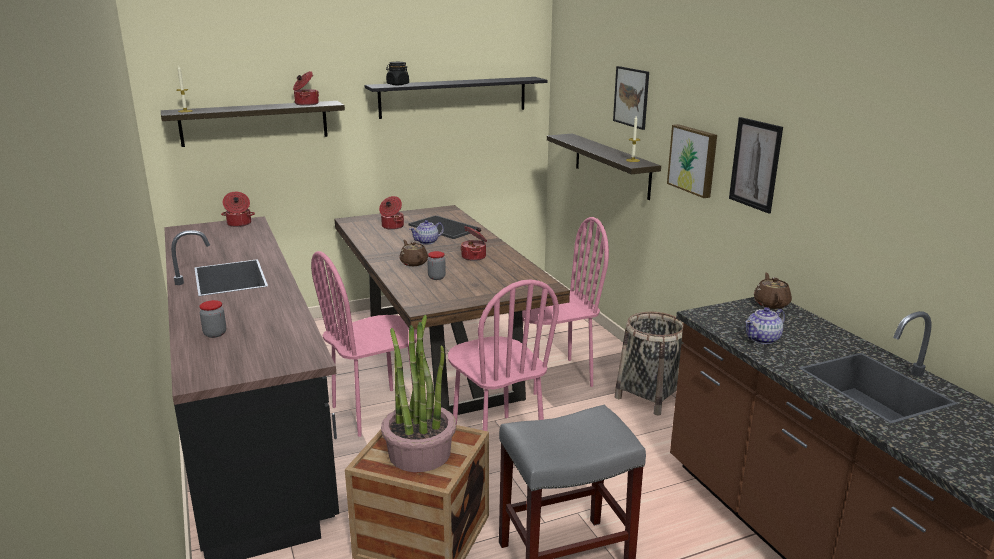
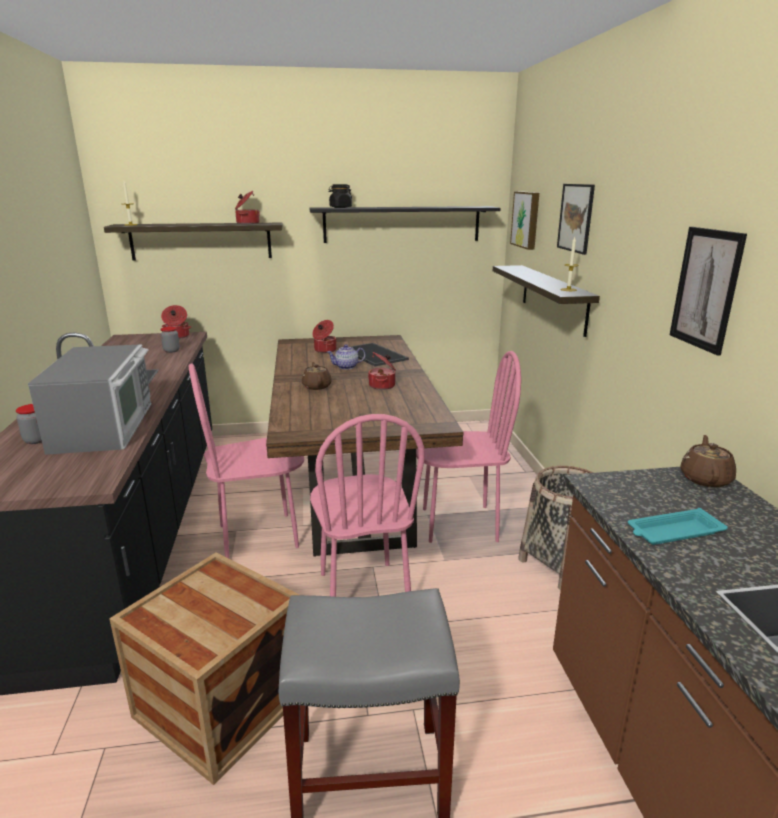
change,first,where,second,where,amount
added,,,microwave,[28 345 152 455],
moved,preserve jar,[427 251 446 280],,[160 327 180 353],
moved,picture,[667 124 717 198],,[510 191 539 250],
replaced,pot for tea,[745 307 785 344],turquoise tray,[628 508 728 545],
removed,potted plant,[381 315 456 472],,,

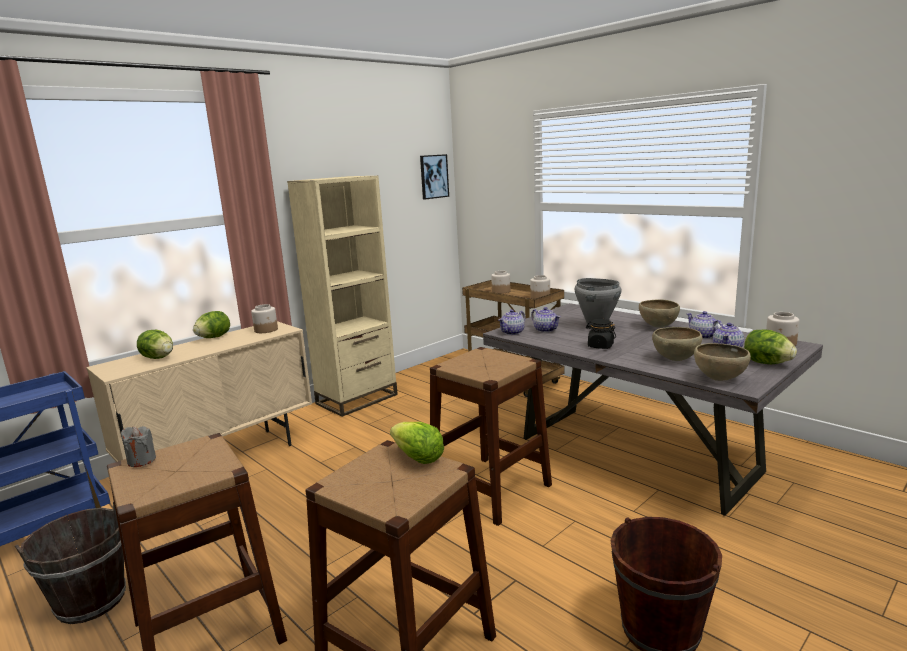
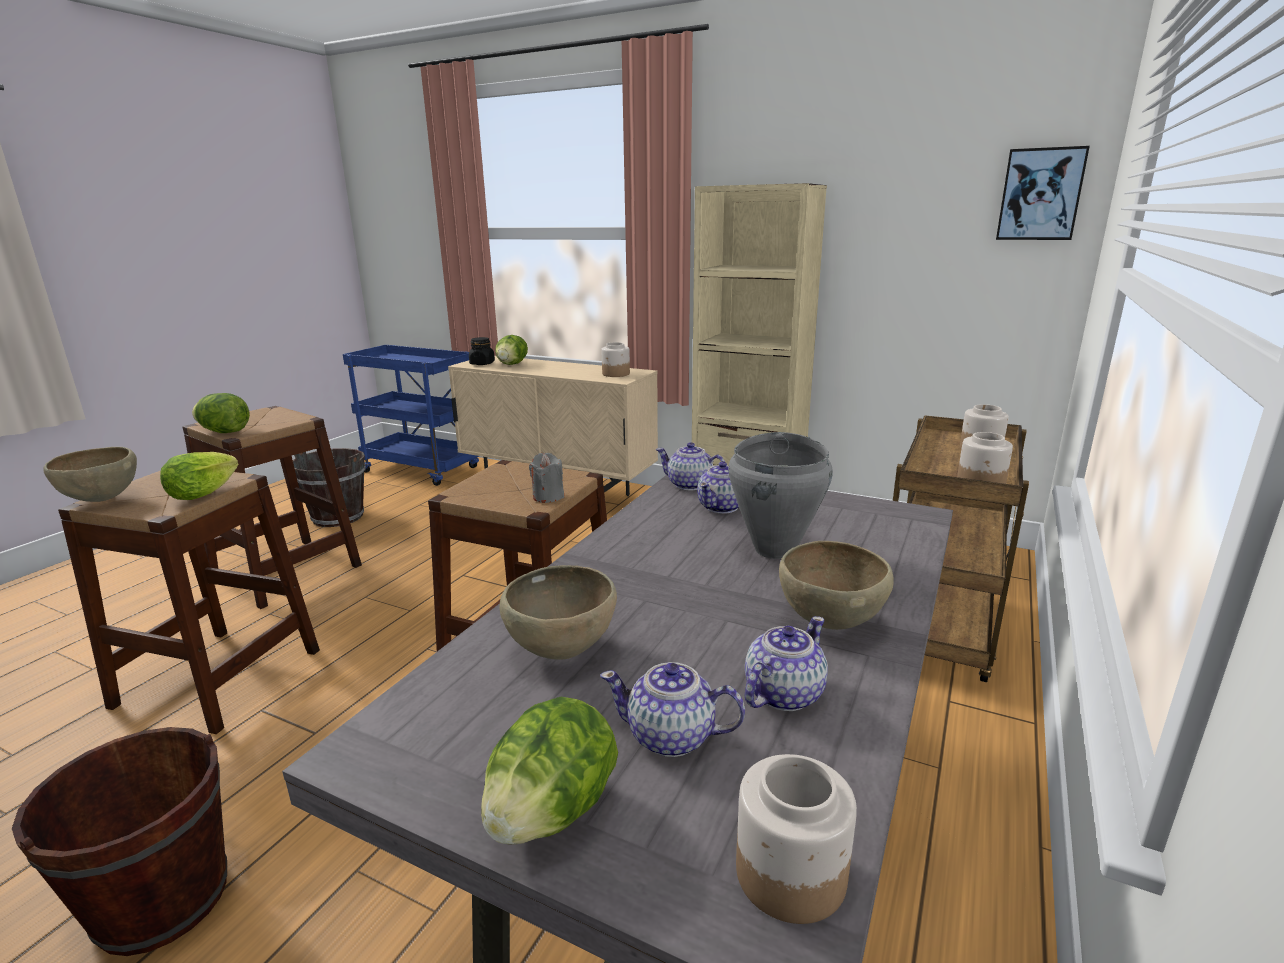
change,first,where,second,where,amount
moved,brown-coloured serving bowl,[694 343 751 381],,[43 447 137 502],
moved,lettuce,[193 311 230 338],,[192 393 250 433],
moved,blackish preserve jar,[586 319 616 349],,[469 337 495 365],
moved,grey wax candle,[121 426 156 467],,[529 453 564 503],

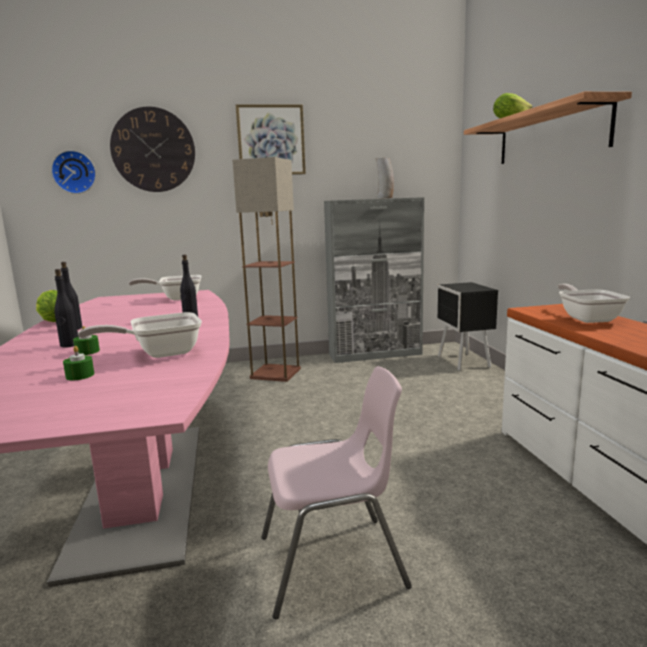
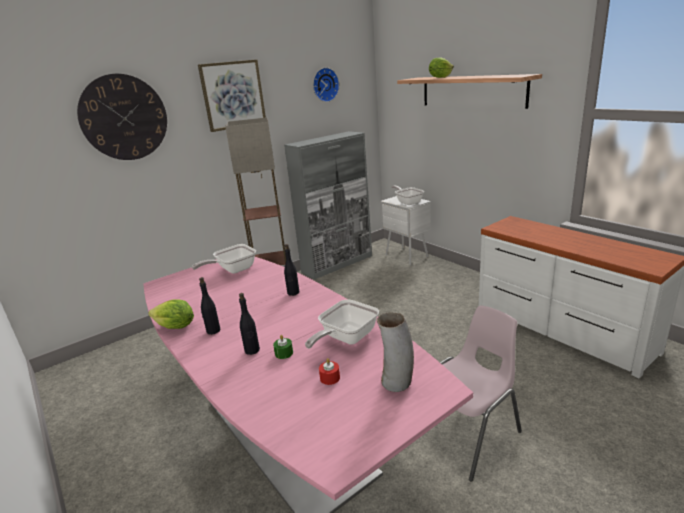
change,first,where,second,where,amount
moved,clock on the wall,[51 150 96 194],,[313 67 339 102],
recoloured,greenish wax candle,[63 346 94 380],reddish wax candle,[319 358 340 385],
moved,decorative vase,[376 158 394 198],,[377 312 414 392],
recoloured,blackish night table,[436 282 498 371],whitish night table,[380 196 431 265],
moved,frying pan,[558 284 630 323],,[391 185 424 205],

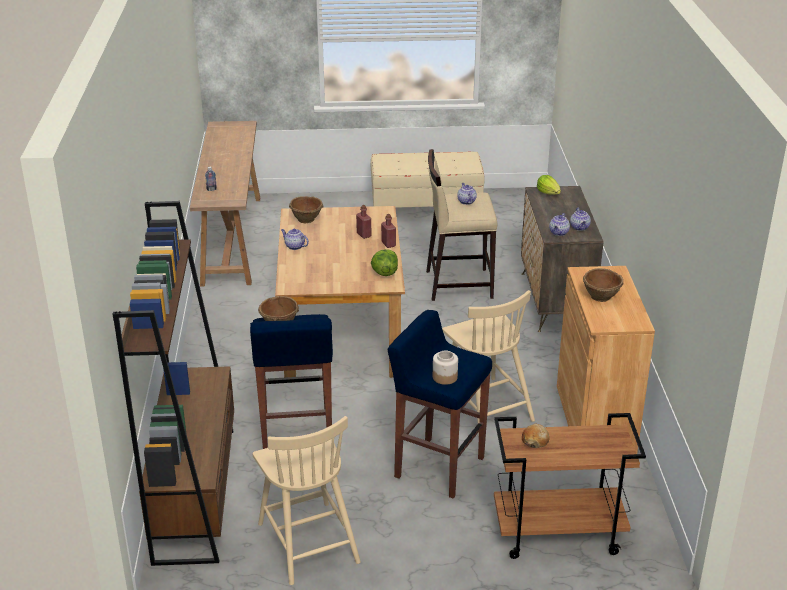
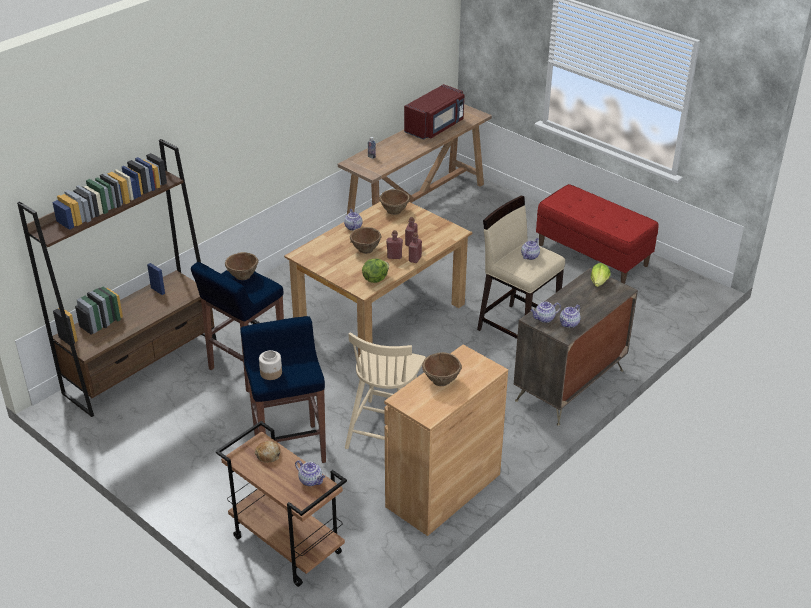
change,first,where,second,where,amount
added,,,pot for tea,[295 460 325 486],
added,,,brown-coloured serving bowl,[350 227 381 254],
added,,,reddish beverage bottle,[386 230 403 259],
added,,,reddish microwave,[404 84 464 140],
recoloured,sand-coloured bench,[371 152 485 208],reddish bench,[536 184 658 284],
removed,sand-coloured chair,[253 416 361 585],,,

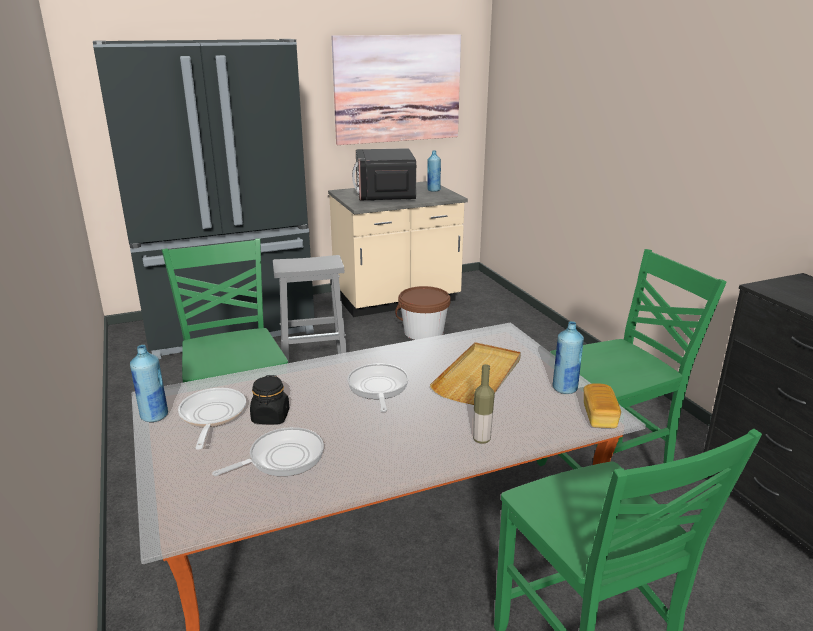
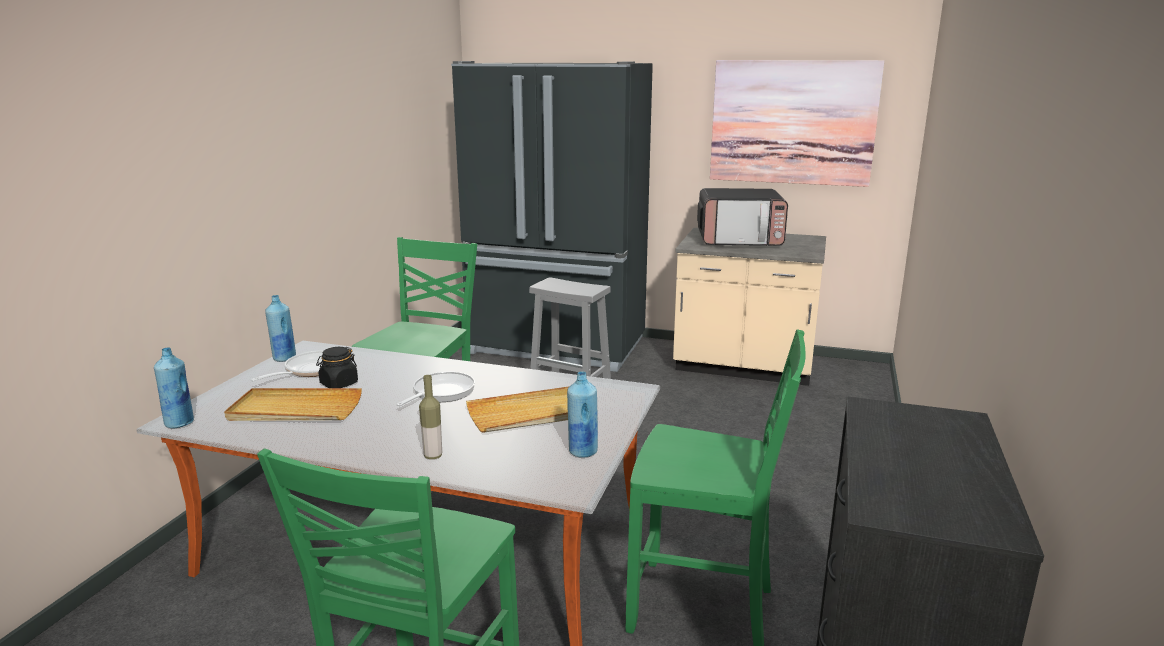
change,first,where,second,where,amount
moved,bluish beverage bottle,[427 151 441 192],,[154 347 194 428],
replaced,frying pan,[212 427 324 476],sand-coloured tray,[224 388 362 421],
turned,microwave,[352 148 416 201],,[697 188 788 246],120 degrees counterclockwise
removed,brown-coloured bucket,[395 286 450 340],,,
removed,baked bread,[584 383 621 428],,,

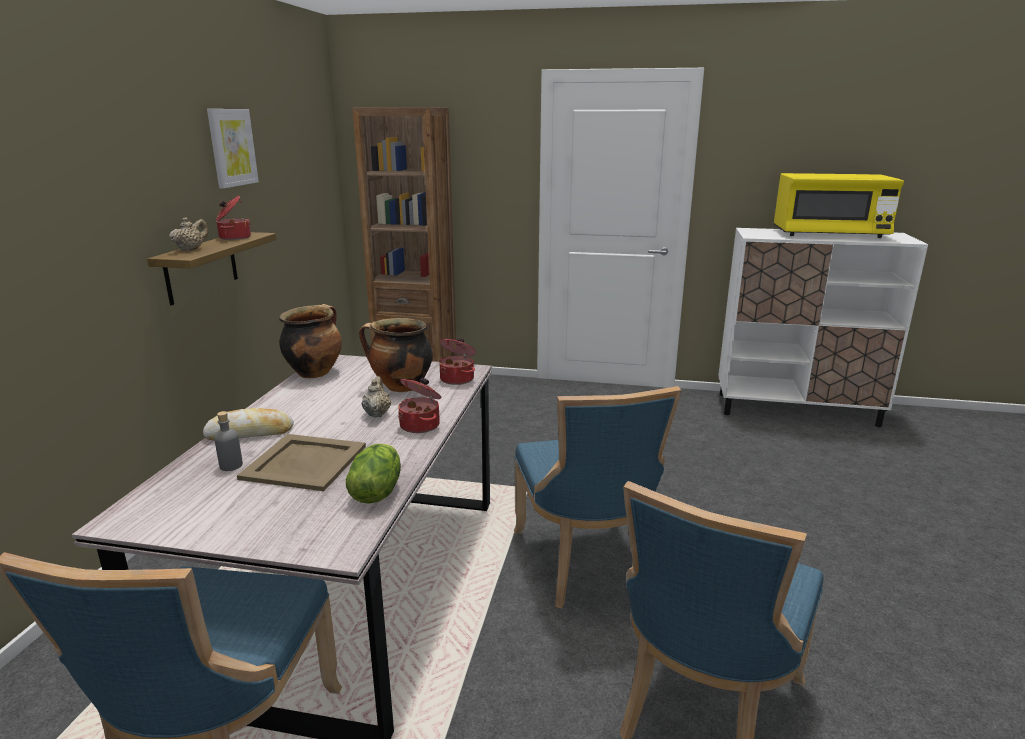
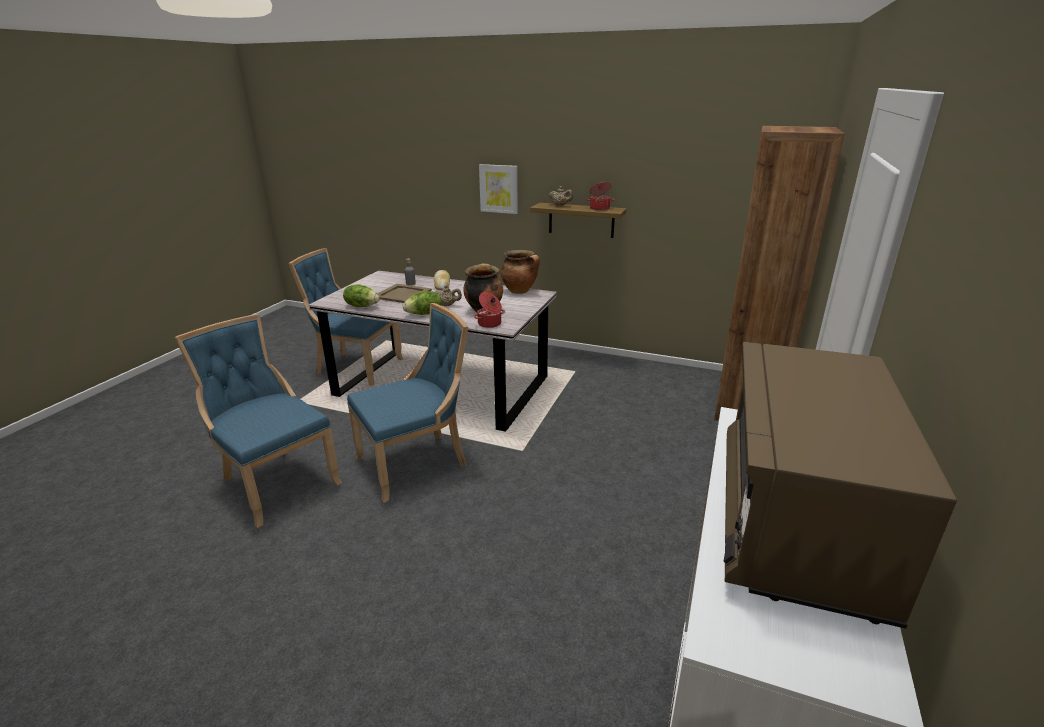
change,first,where,second,where,amount
turned,bluish chair,[514 386 681 609],,[347 303 468 503],150 degrees clockwise
replaced,saucepot,[398 378 441 433],lettuce,[403 291 442 315],
moved,picture,[207 109 259 188],,[479 164 518 214],
recoloured,yellow-coloured microwave,[774 173 904 238],brown-coloured microwave,[724 342 957 629],

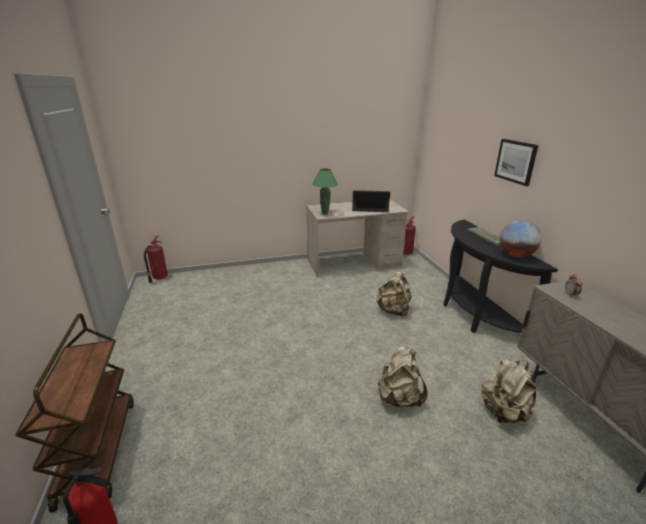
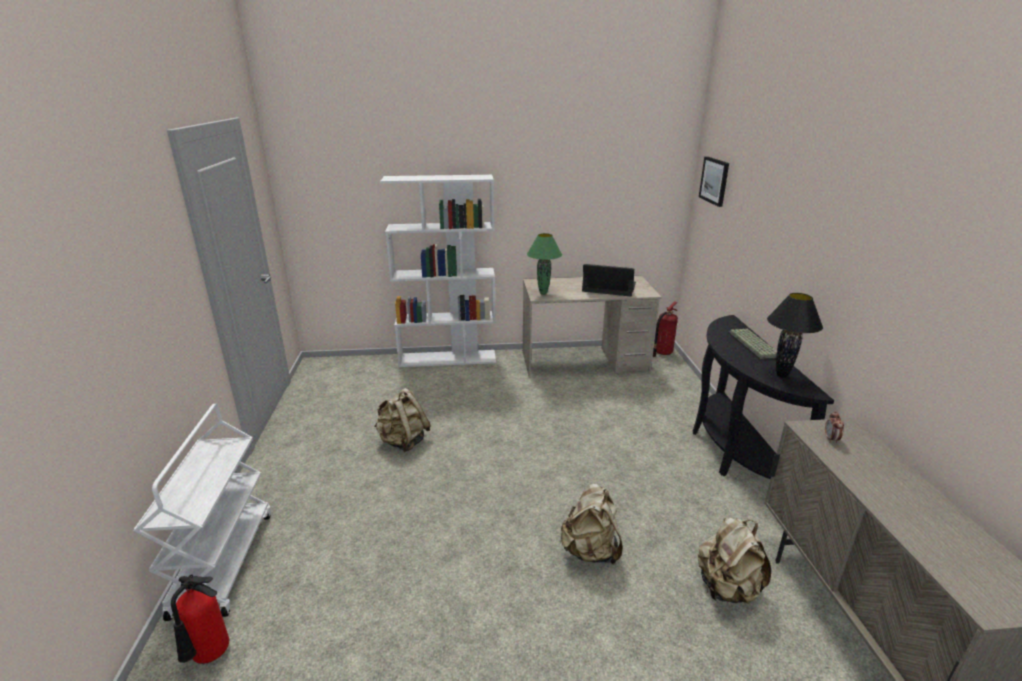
change,first,where,second,where,amount
recoloured,brown-coloured wheeled cart,[16 313 134 513],whitish wheeled cart,[134 404 271 621],
moved,sand-coloured knapsack,[376 272 412 317],,[374 388 431 452],
added,,,whitish bookcase,[380 175 496 367],
moved,picture,[494 139 538 186],,[699 156 729 207],
replaced,world globe,[500 220 542 257],blackish table lamp,[767 293 823 377],
removed,extinguisher,[144 235 168 283],,,

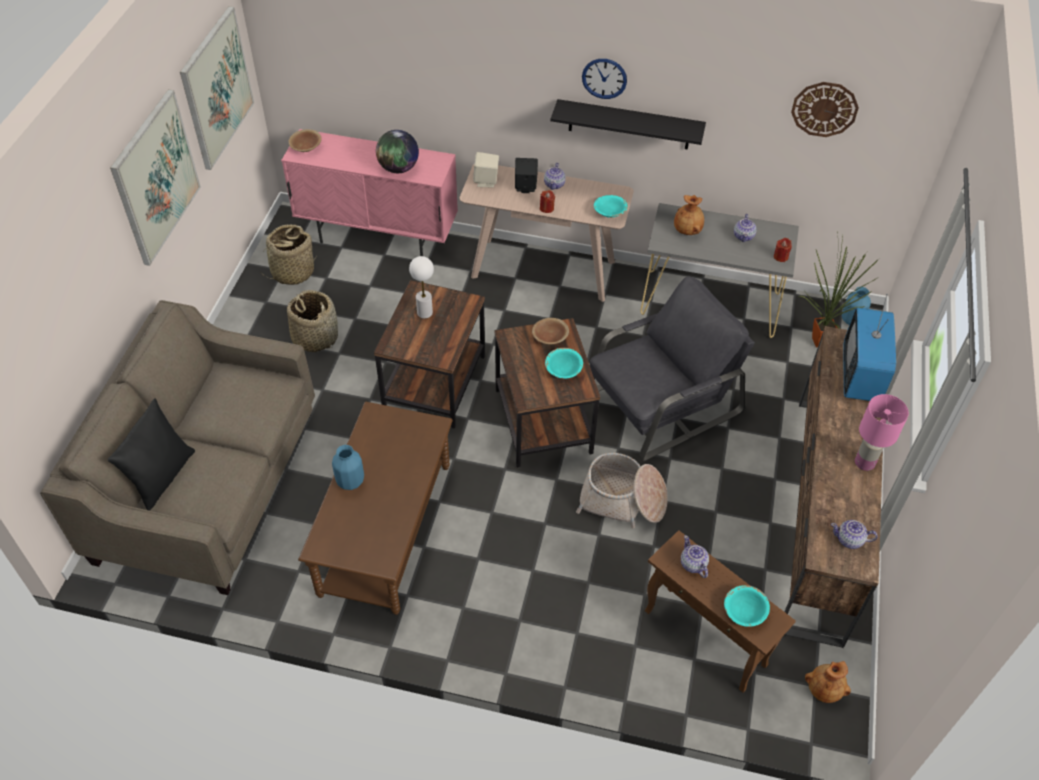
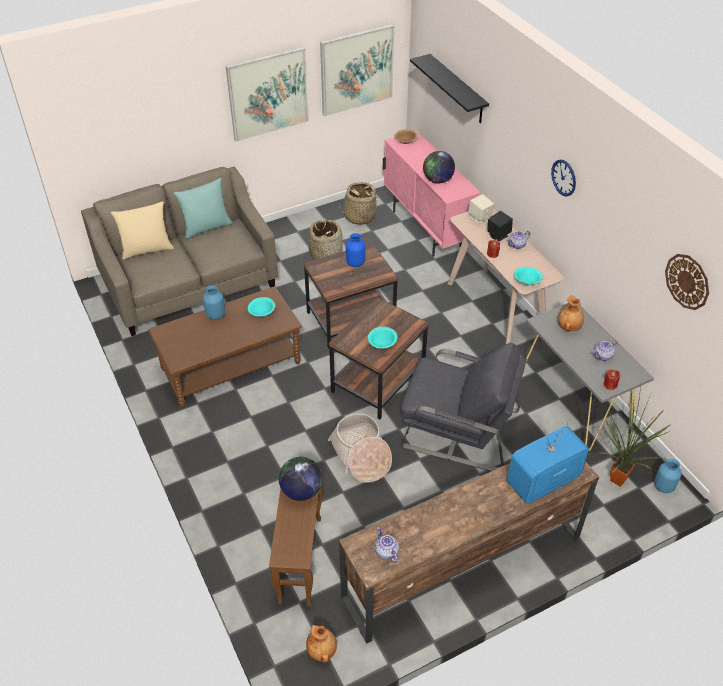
change,first,where,second,where,amount
recoloured,blackish pillow,[107 398 195 511],sand-coloured pillow,[111 201 174 260],
added,,,turquoise pillow,[174 178 233 239],
moved,turquoise serving bowl,[724 585 770 627],,[248 297 276 317],
replaced,pot for tea,[681 535 709 578],world globe,[279 457 322 501],
replaced,whitish table lamp,[409 256 434 318],bluish decorative vase,[346 233 365 267],
moved,blackish wall shelf,[551 99 706 149],,[410 54 489 123],
removed,brown-coloured serving bowl,[532 318 569 344],,,
removed,pinkish table lamp,[855 394 909 471],,,

